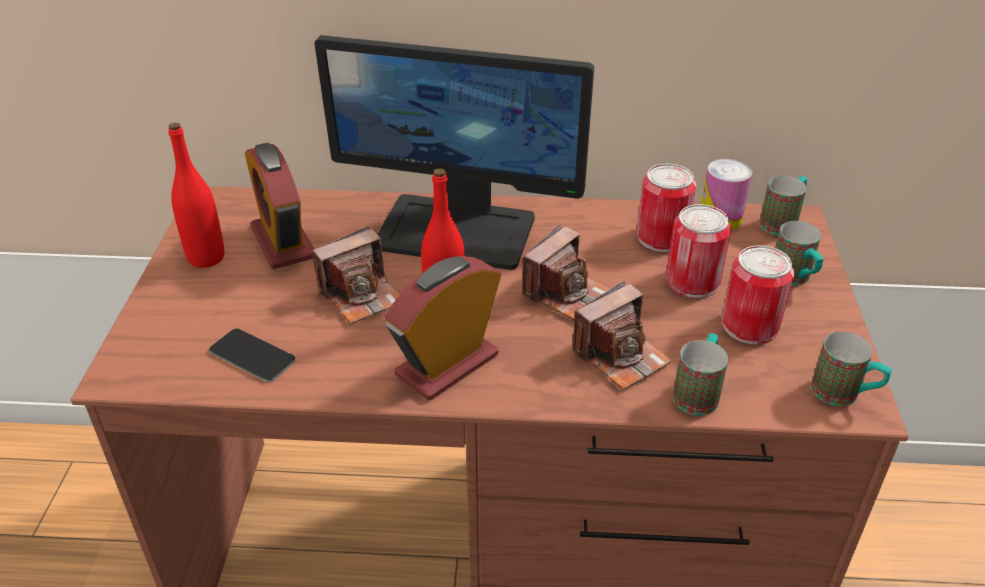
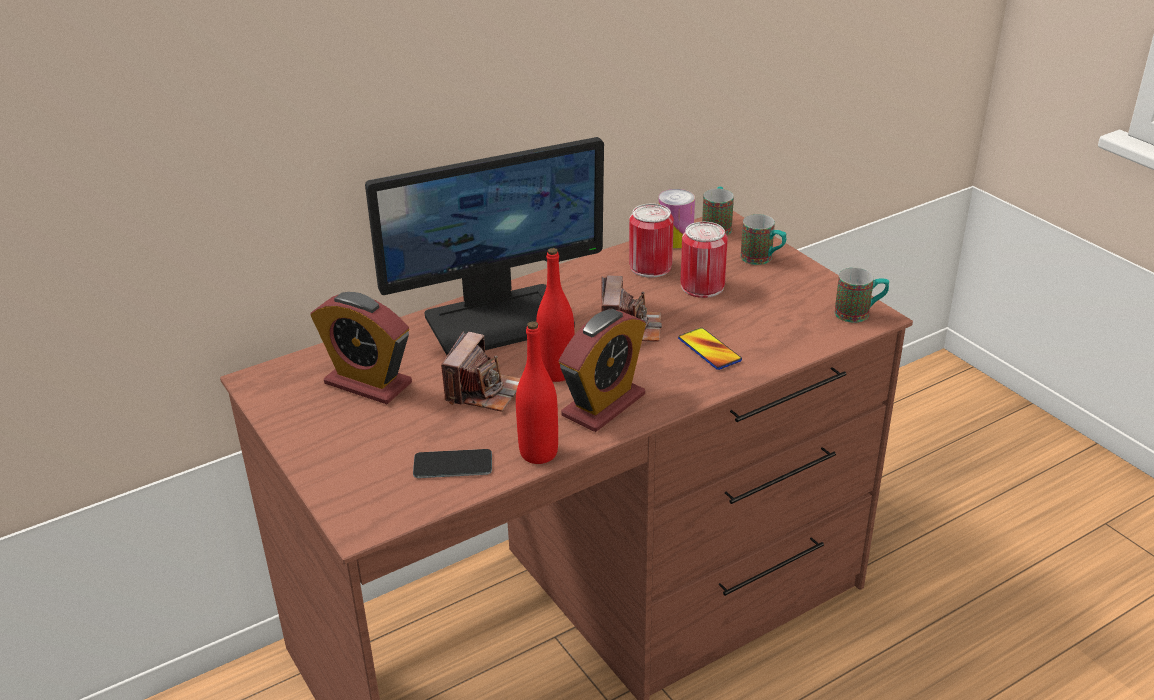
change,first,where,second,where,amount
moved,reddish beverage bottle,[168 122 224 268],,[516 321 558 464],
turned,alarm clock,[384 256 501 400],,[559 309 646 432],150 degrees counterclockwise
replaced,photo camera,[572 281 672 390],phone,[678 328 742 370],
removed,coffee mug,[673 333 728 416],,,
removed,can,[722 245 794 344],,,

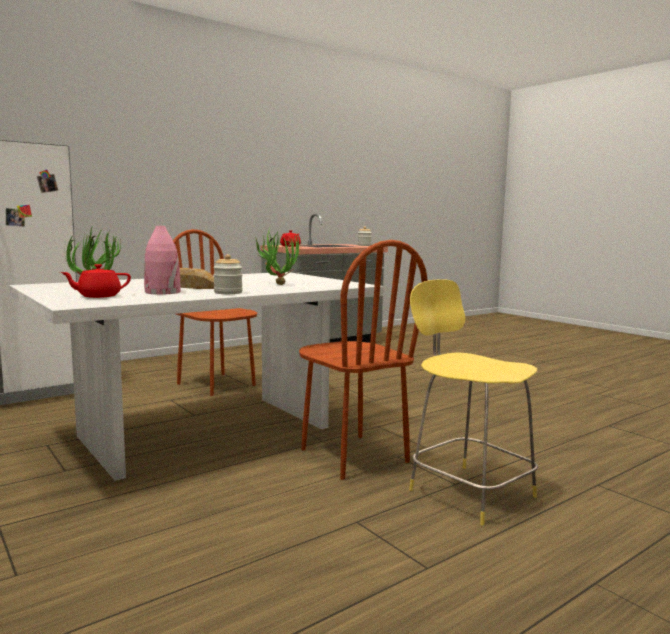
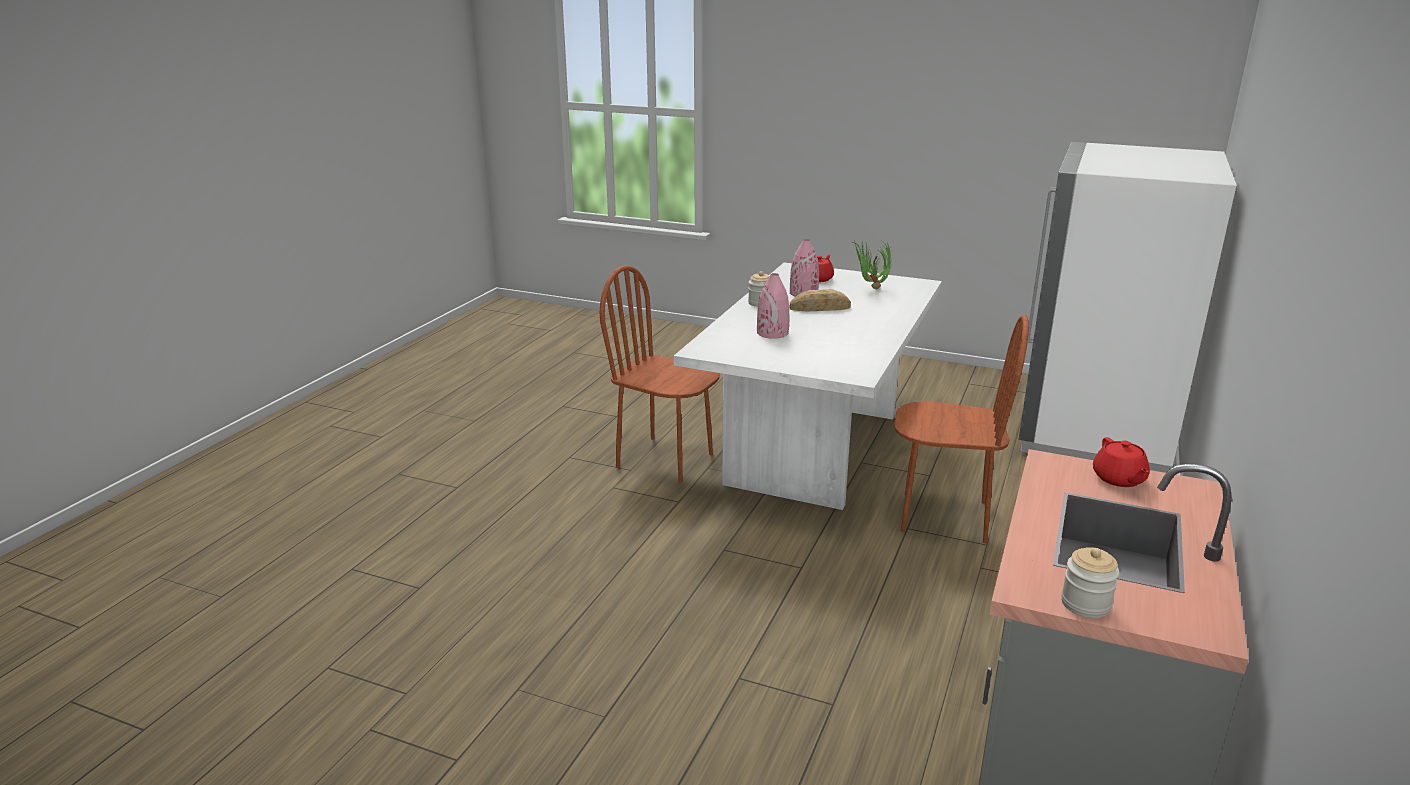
change,first,where,second,where,amount
replaced,potted plant,[253 228 301 285],pinkish decorative vase,[757 273 789 339],
removed,yellow-coloured sitting stool,[409 279 538 525],,,

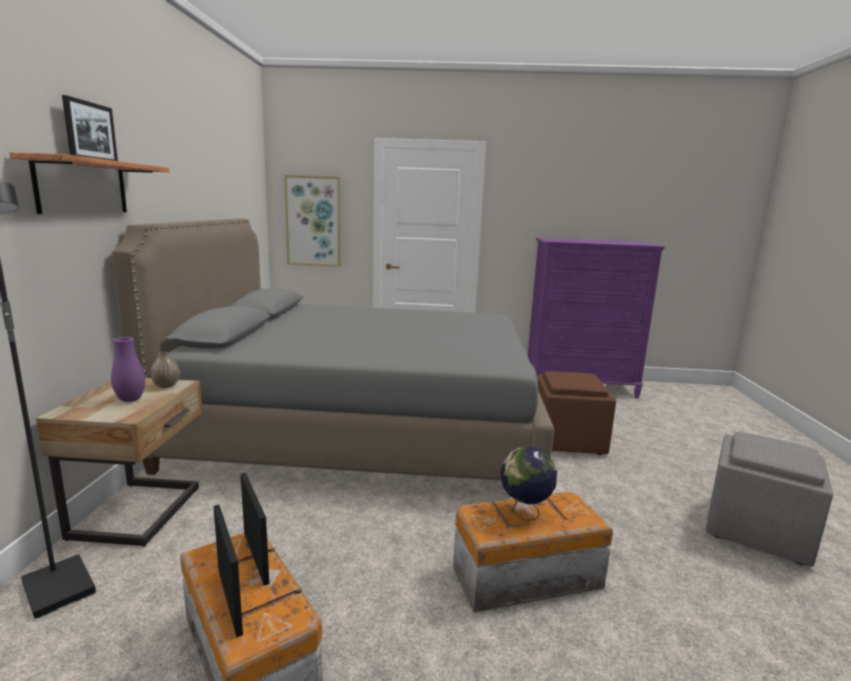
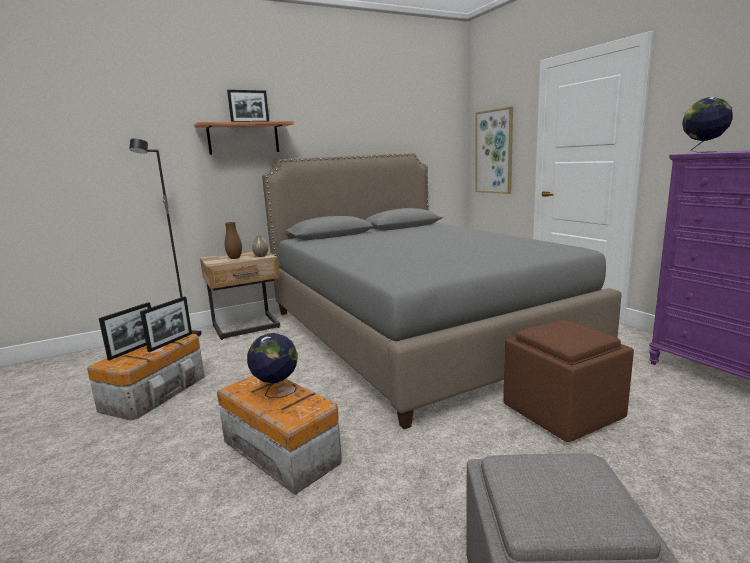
change,first,where,second,where,amount
recoloured,purple-coloured decorative vase,[111 337 145 402],brown-coloured decorative vase,[225 222 242 259],
added,,,world globe,[682 97 733 153],

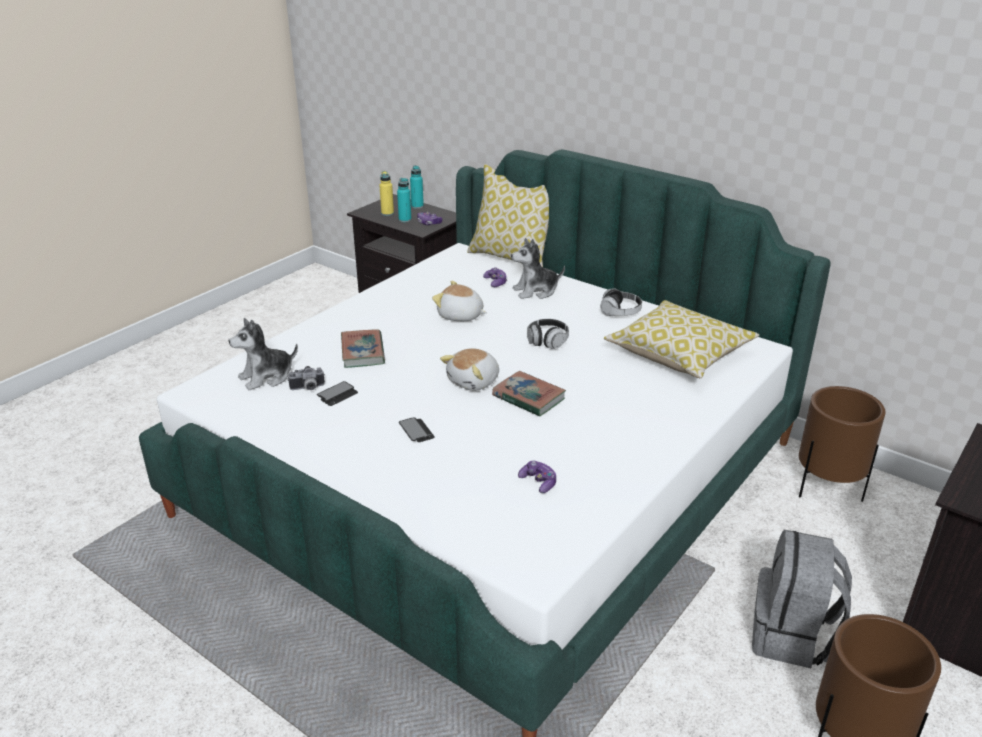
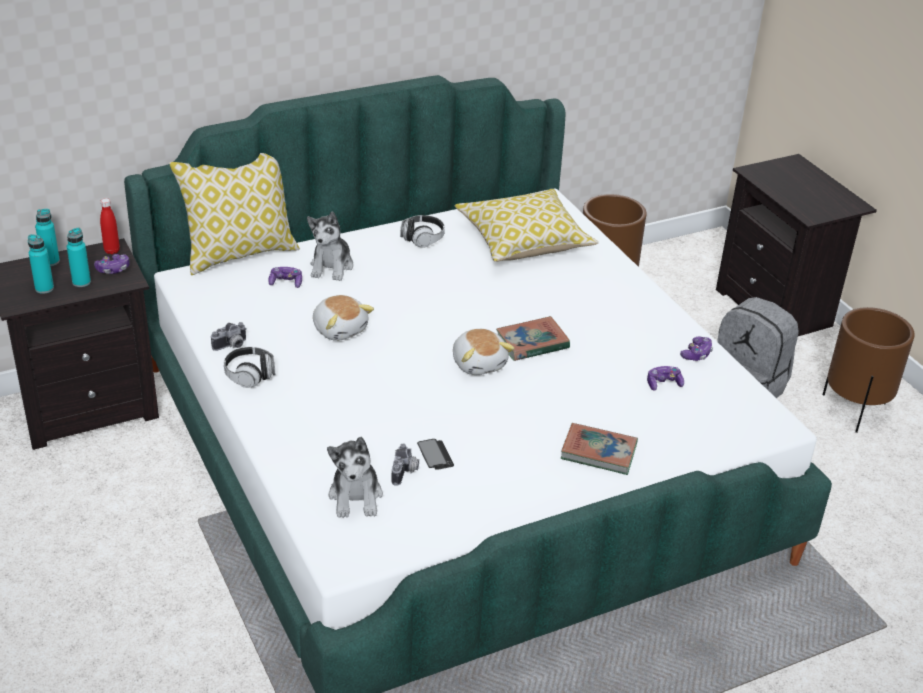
change,first,where,second,where,amount
recoloured,yellow-coloured beverage bottle,[379 171 394 216],turquoise beverage bottle,[28 234 54 294],
added,,,reddish beverage bottle,[100 198 120 254],
added,,,photo camera,[211 322 247 351],
moved,headphones,[527 319 569 349],,[224 347 275 388],
turned,soft toy,[432 281 487 321],,[313 295 374 341],90 degrees counterclockwise
moved,volume,[341 329 385 368],,[561 423 638 475],
added,,,joypad,[680 337 713 361],
removed,phone,[399 417 435 442],,,

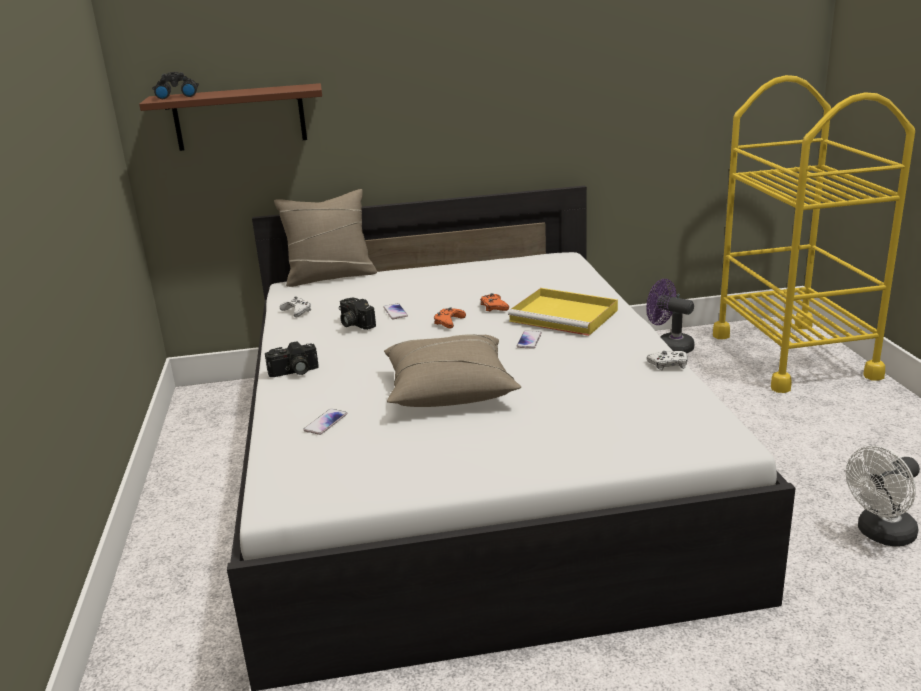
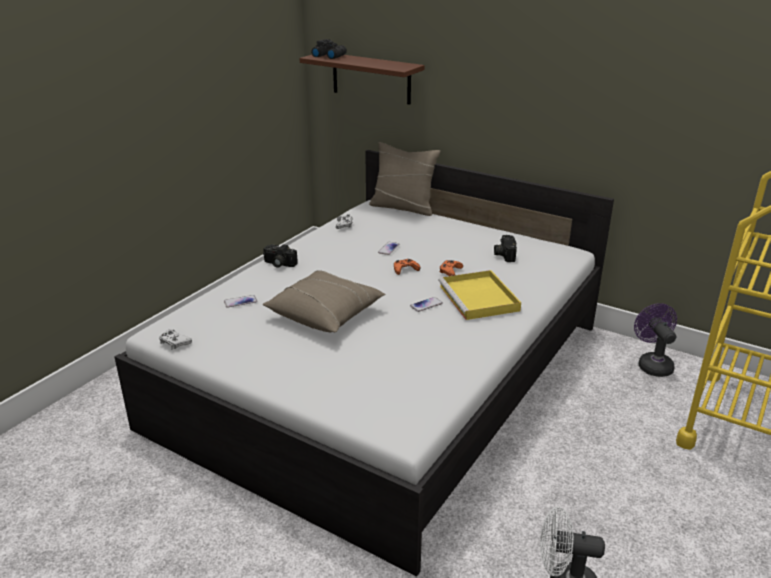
change,first,where,second,where,amount
moved,whitish joypad,[647 351 688 371],,[159 329 192 350],
moved,photo camera,[339 298 376 330],,[494 235 517 262],

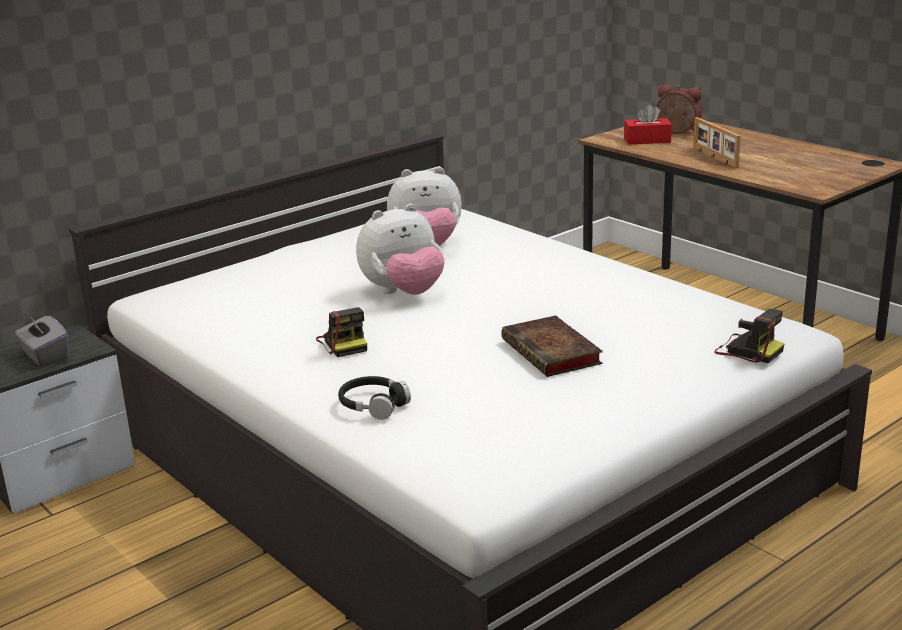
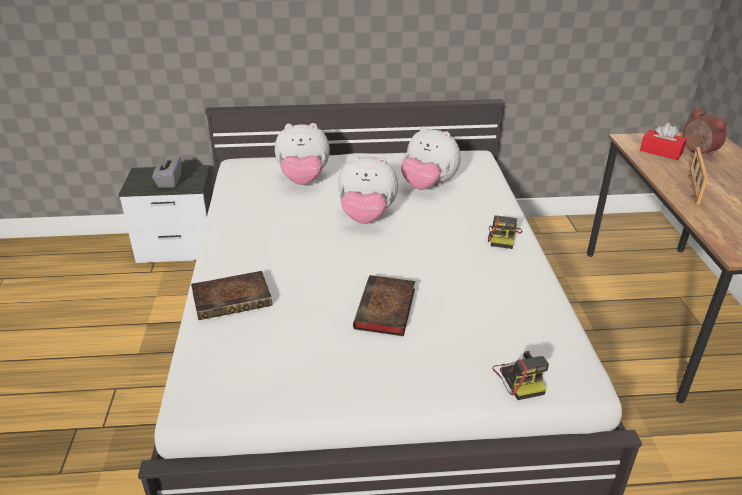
change,first,where,second,where,amount
replaced,blackish headphones,[338 376 411 420],volume,[191 271 272 320],
added,,,soft toy,[275 123 330 185],
moved,photo camera,[316 307 367 357],,[488 215 522 249],

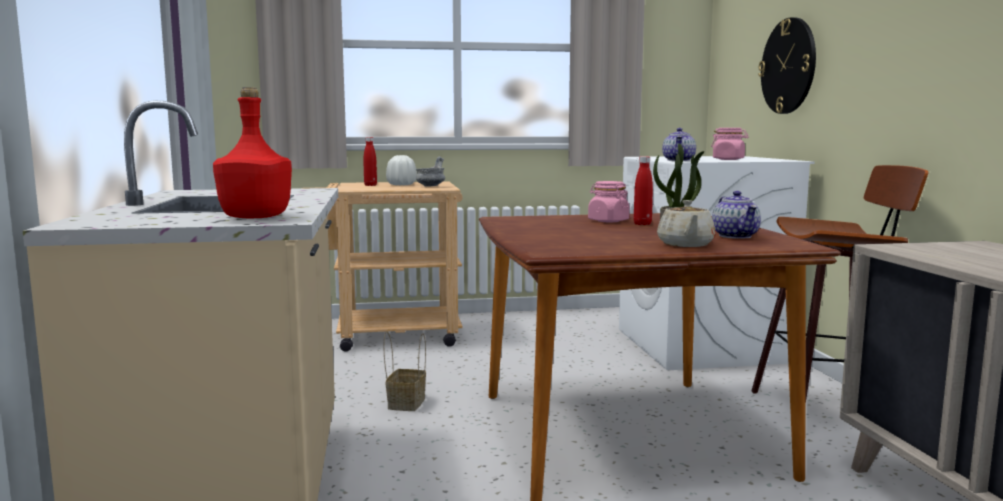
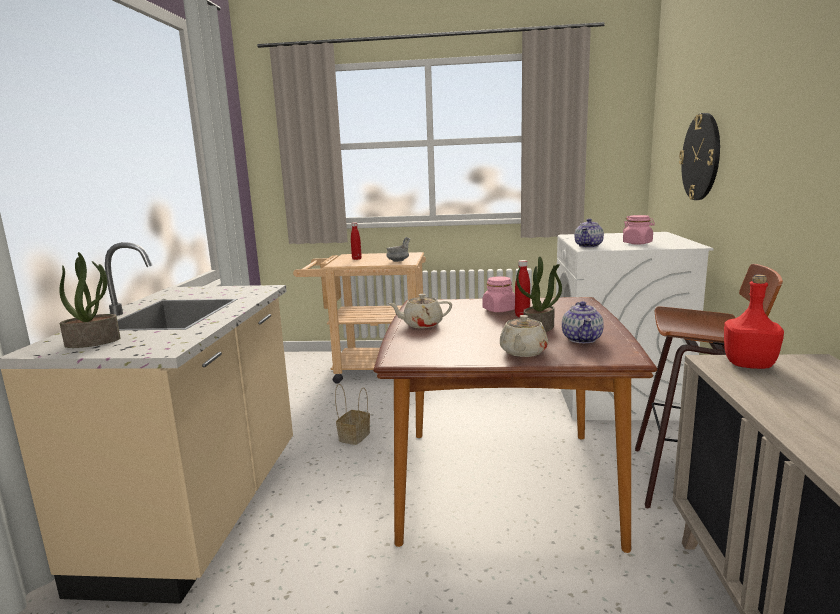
change,first,where,second,where,amount
added,,,potted plant,[59 252 121 348],
added,,,sand-coloured pot for tea,[388 294 452 328],
moved,reddish beverage bottle,[213 87 292 218],,[724 275 784 369],
removed,whitish decorative vase,[386 155 417 185],,,

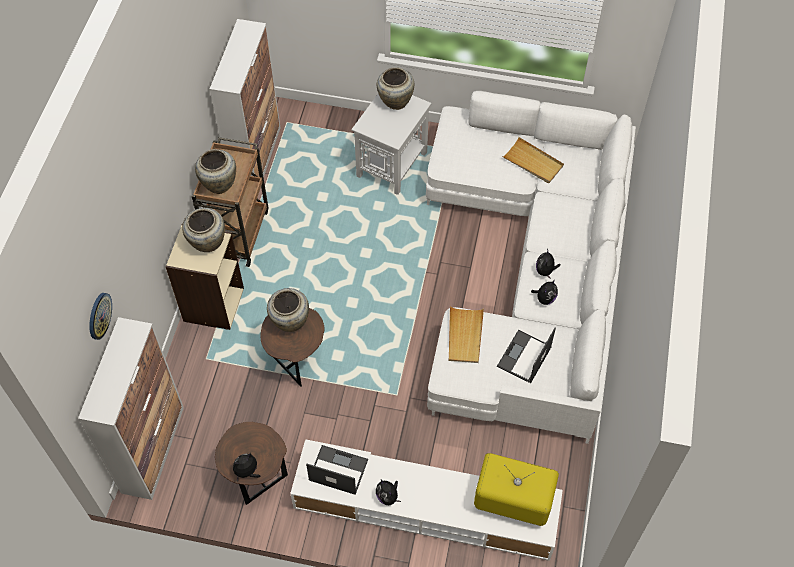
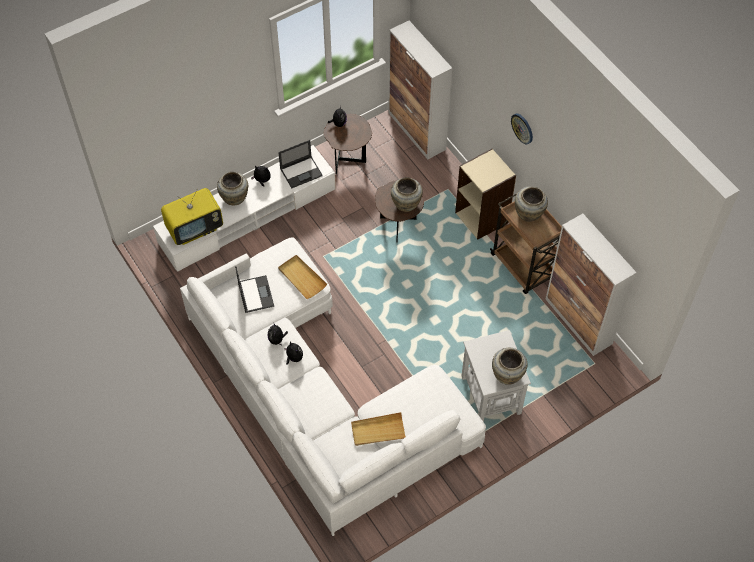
change,first,where,second,where,amount
moved,sand-coloured decorative vase,[182 208 225 252],,[217 172 248 205],
moved,clock on the wall,[89 293 112 340],,[511 114 533 144],

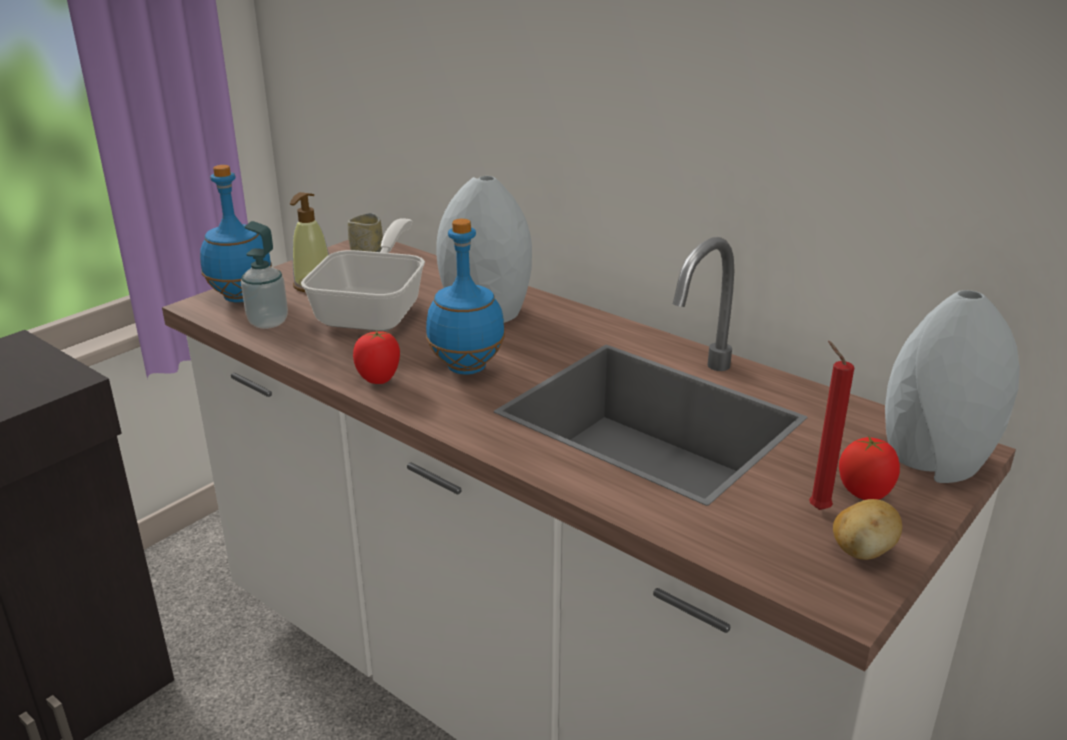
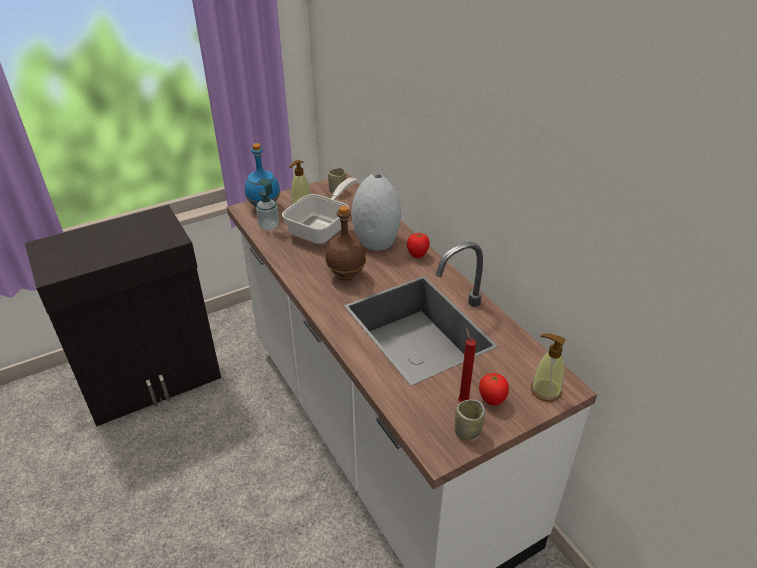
change,first,where,second,where,amount
recoloured,bluish beverage bottle,[426 219 505 375],brown-coloured beverage bottle,[325 206 366 281],
moved,fresh tomato,[353 330 400 384],,[407 233 430 258],
replaced,whole potato,[833 499 902 560],small cup,[455 399 485 440],
replaced,grey decorative vase,[885 290 1020 483],soap bottle,[531 333 566 402],

